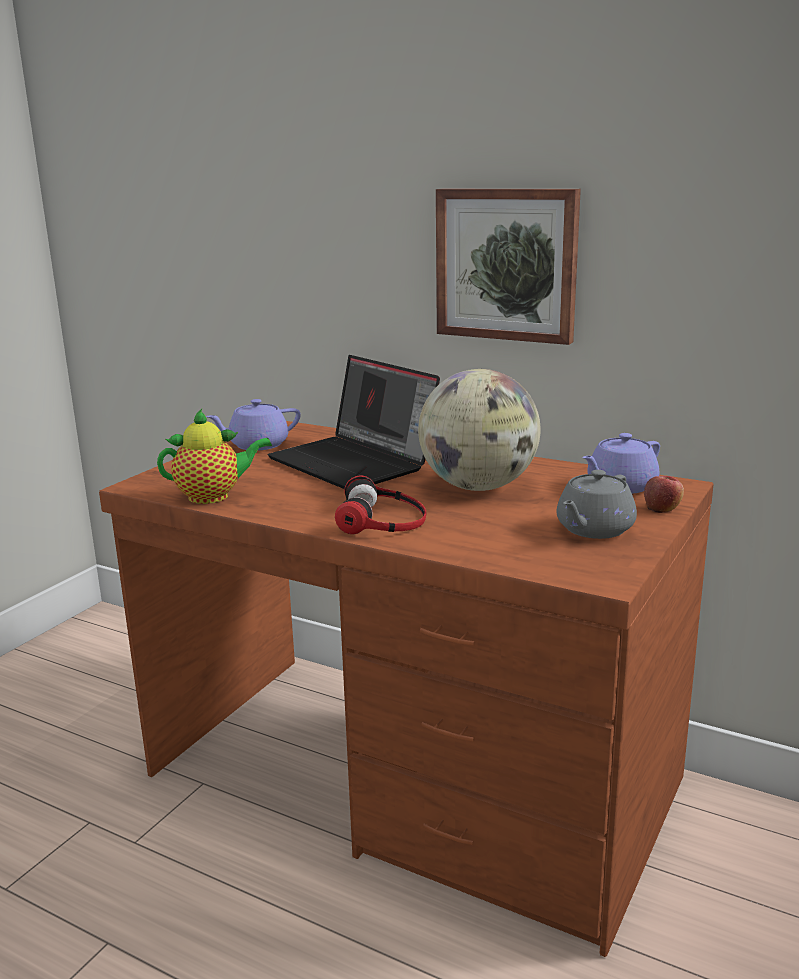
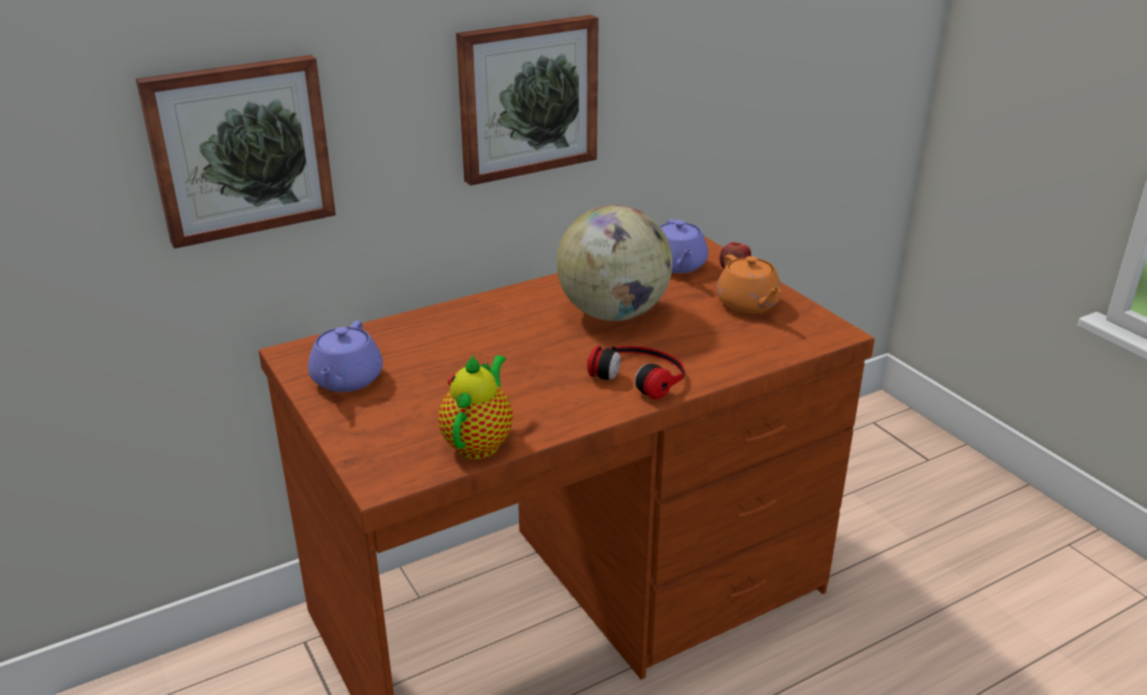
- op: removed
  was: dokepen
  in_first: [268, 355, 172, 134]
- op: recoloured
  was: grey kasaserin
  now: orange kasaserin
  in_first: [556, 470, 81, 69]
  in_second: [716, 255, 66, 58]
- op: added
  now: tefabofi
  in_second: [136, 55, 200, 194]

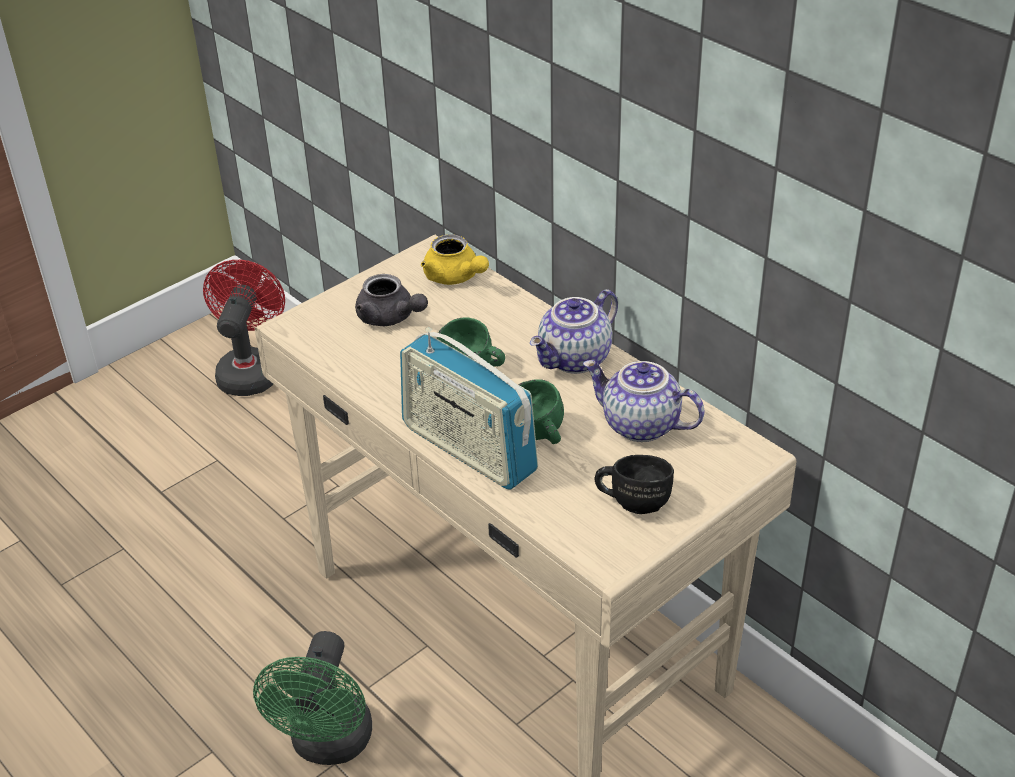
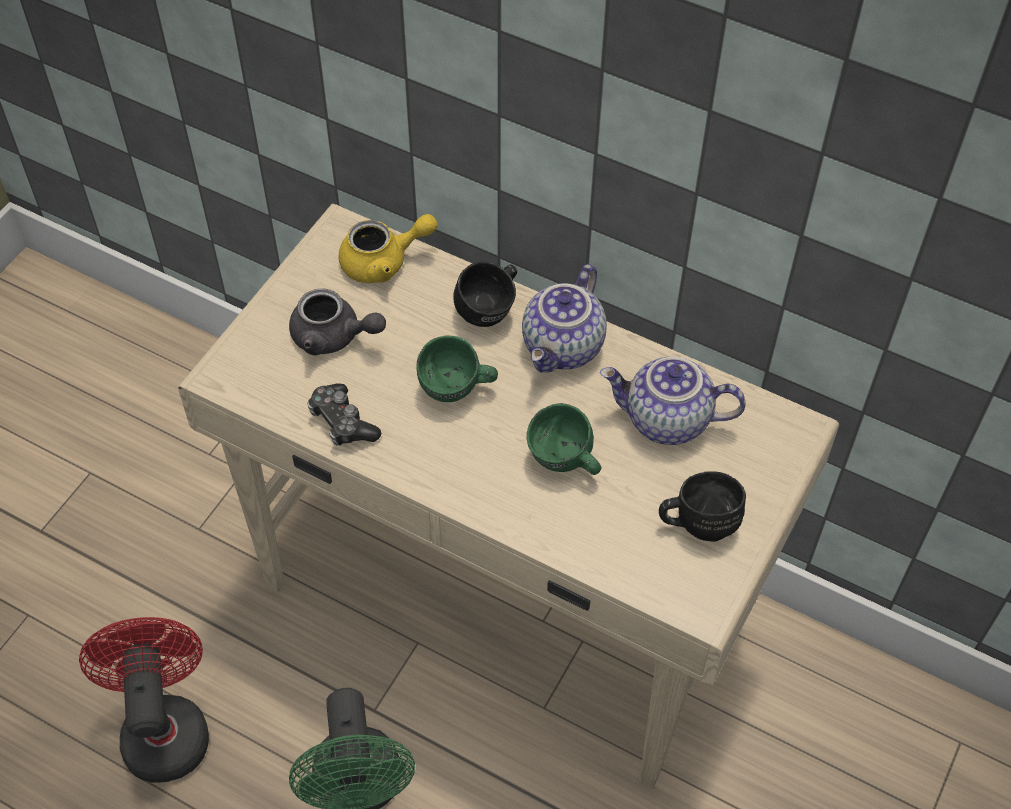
- op: moved
  was: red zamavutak
  in_first: [203, 260, 82, 136]
  in_second: [79, 617, 130, 166]
- op: removed
  was: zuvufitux
  in_first: [400, 327, 138, 162]
- op: turned
  was: yellow kasaserin
  in_first: [421, 234, 68, 51]
  in_second: [338, 214, 100, 69]
  clockwise: -45
- op: added
  now: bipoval
  in_second: [307, 383, 75, 63]
- op: added
  now: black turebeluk
  in_second: [453, 261, 64, 66]

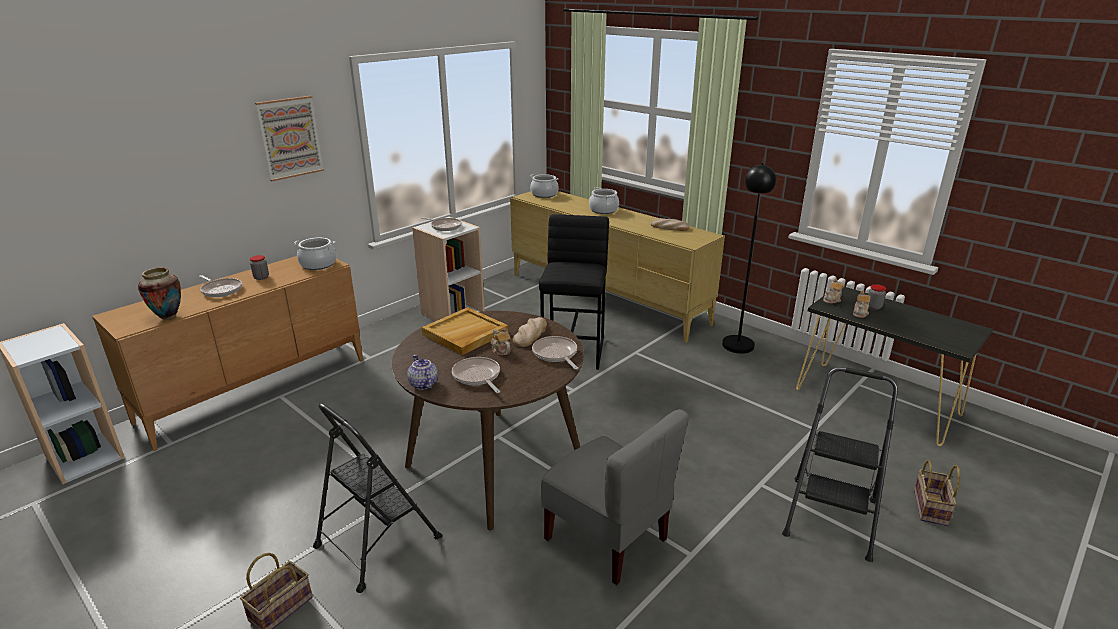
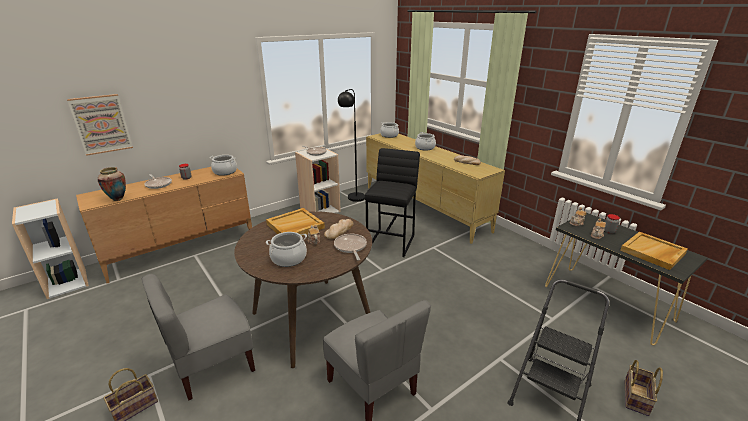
- op: moved
  was: tefabofi
  in_first: [255, 96, 69, 85]
  in_second: [67, 94, 66, 62]
- op: replaced
  was: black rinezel
  now: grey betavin
  in_first: [313, 403, 130, 190]
  in_second: [142, 274, 113, 126]
- op: removed
  was: kasaserin
  in_first: [407, 355, 31, 35]
- op: replaced
  was: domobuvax
  now: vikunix
  in_first: [452, 357, 48, 36]
  in_second: [266, 232, 41, 35]
- op: moved
  was: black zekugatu
  in_first: [722, 159, 54, 195]
  in_second: [338, 89, 27, 113]
- op: added
  now: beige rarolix
  in_second: [620, 232, 68, 38]

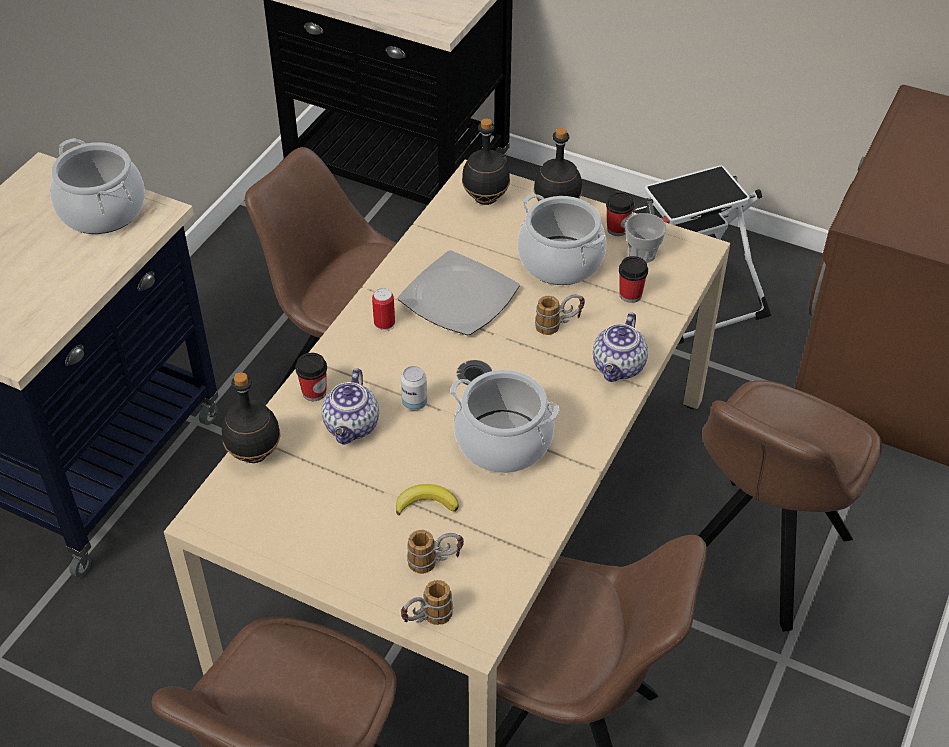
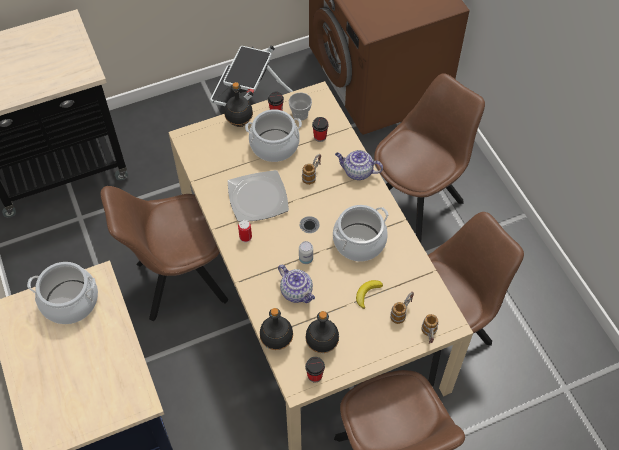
- op: moved
  was: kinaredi
  in_first: [295, 353, 32, 48]
  in_second: [305, 357, 20, 26]
- op: moved
  was: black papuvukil
  in_first: [462, 118, 48, 87]
  in_second: [305, 311, 34, 42]
- op: turned
  was: kasaserin
  in_first: [593, 312, 55, 70]
  in_second: [335, 150, 48, 30]
  clockwise: 135
- op: turned
  was: brown betavin
  in_first: [698, 380, 184, 252]
  in_second: [374, 73, 111, 170]
  clockwise: -120

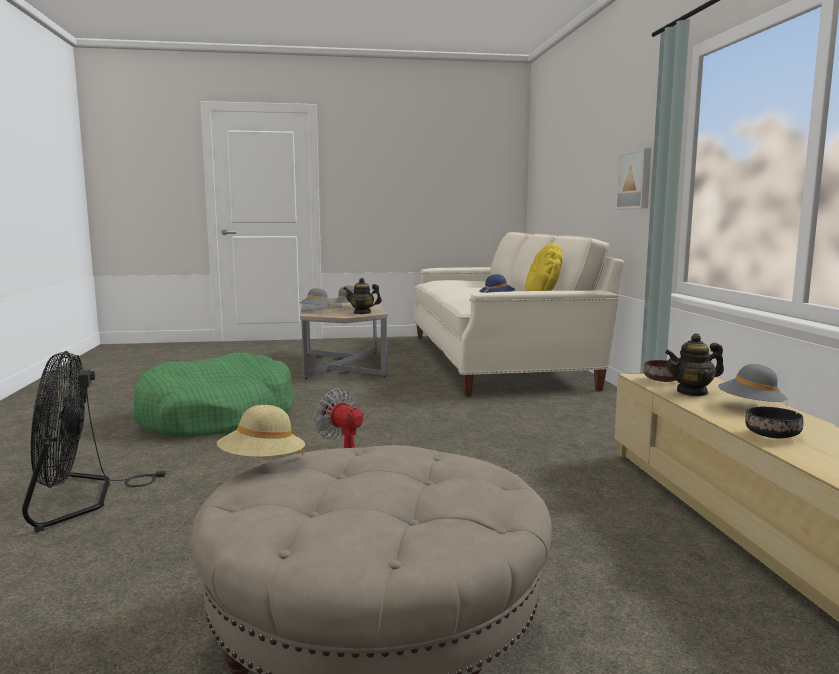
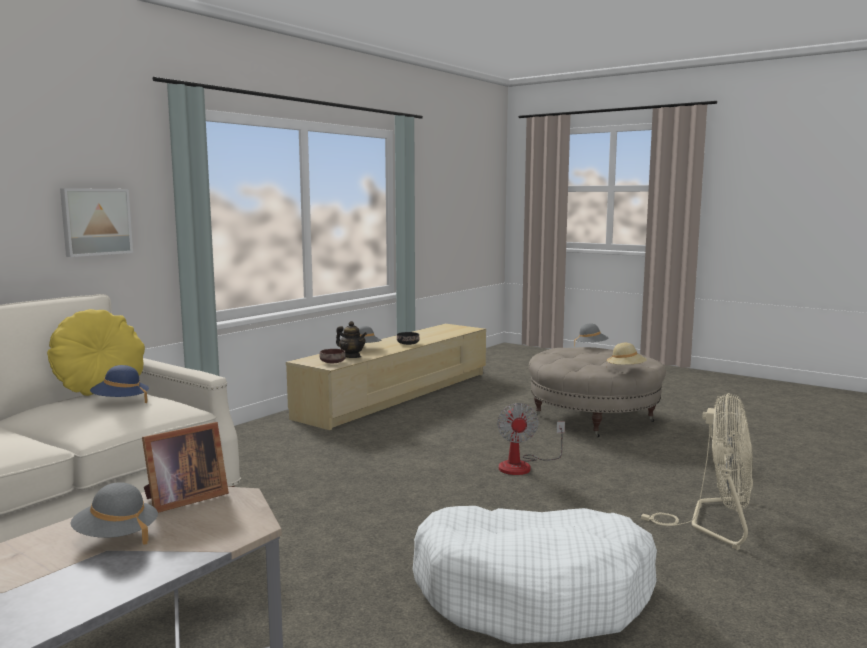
- op: recoloured
  was: black zamavutak
  now: beige zamavutak
  in_first: [22, 351, 145, 182]
  in_second: [639, 393, 114, 157]
- op: recoloured
  was: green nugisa
  now: white nugisa
  in_first: [133, 352, 161, 86]
  in_second: [413, 506, 244, 138]
- op: moved
  was: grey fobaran
  in_first: [299, 288, 34, 22]
  in_second: [574, 323, 34, 24]
- op: replaced
  was: kasaserin
  now: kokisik
  in_first: [344, 278, 38, 36]
  in_second: [142, 422, 87, 91]

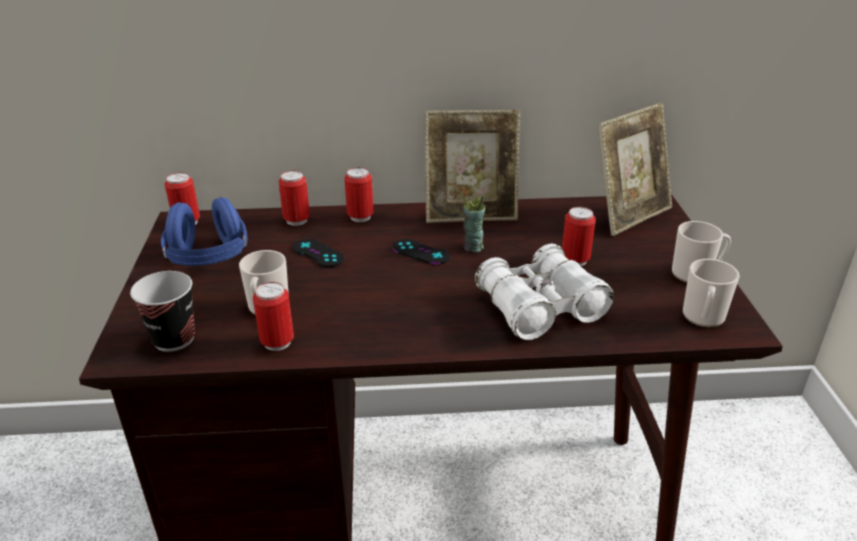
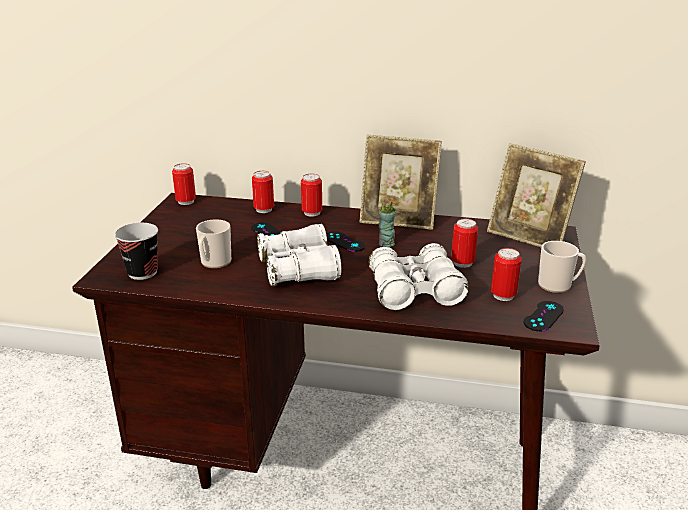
- op: removed
  was: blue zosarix
  in_first: [161, 197, 87, 69]
- op: moved
  was: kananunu
  in_first: [253, 282, 41, 69]
  in_second: [491, 248, 31, 53]
- op: turned
  was: kokisik
  in_first: [598, 103, 74, 133]
  in_second: [487, 143, 99, 104]
  clockwise: 60
- op: replaced
  was: turebeluk
  now: black bipoval
  in_first: [683, 259, 57, 68]
  in_second: [524, 301, 40, 31]
- op: added
  now: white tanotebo
  in_second: [257, 224, 85, 62]

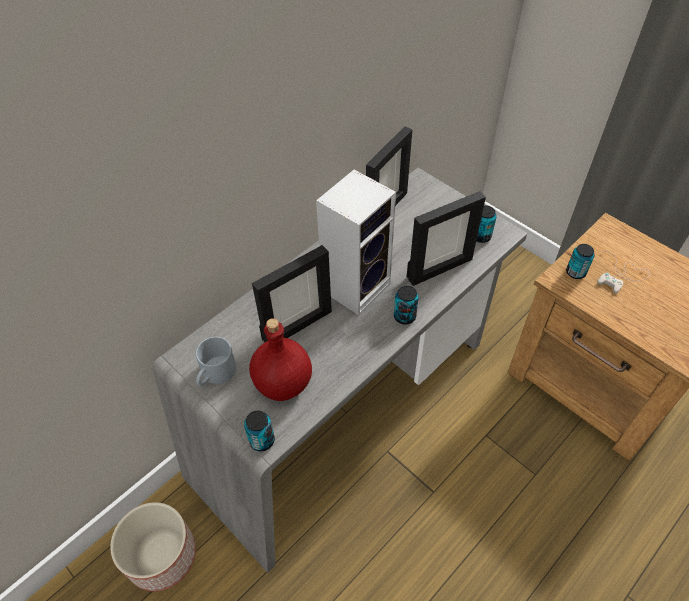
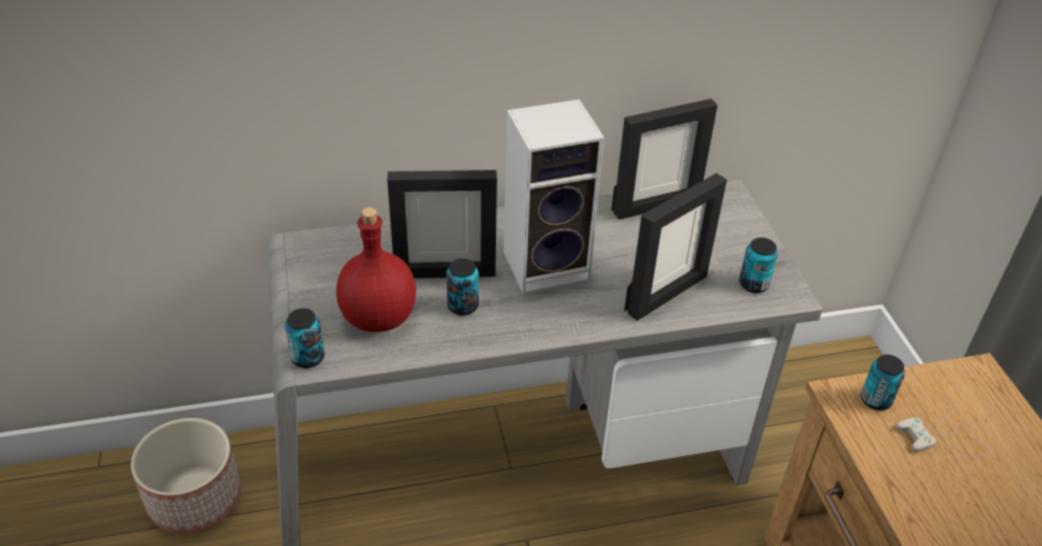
- op: removed
  was: grey turebeluk
  in_first: [196, 337, 40, 49]
- op: moved
  was: kananunu
  in_first: [394, 286, 25, 39]
  in_second: [446, 258, 33, 58]
- op: turned
  was: kokisik
  in_first: [406, 191, 80, 95]
  in_second: [624, 173, 103, 148]
  clockwise: -45

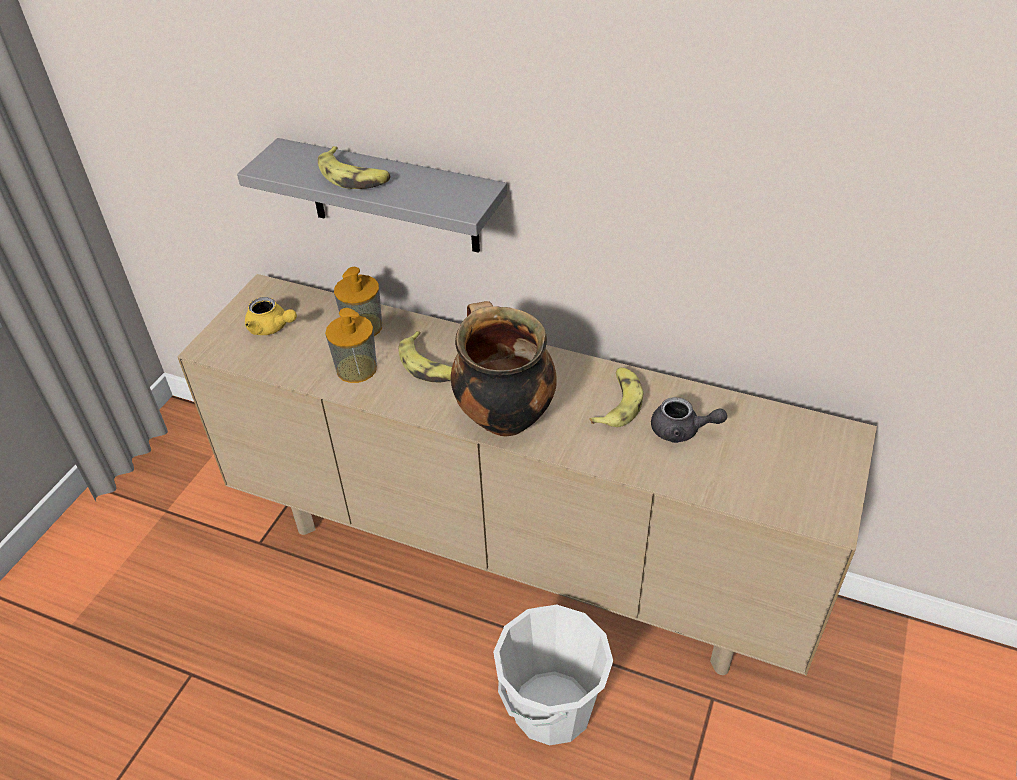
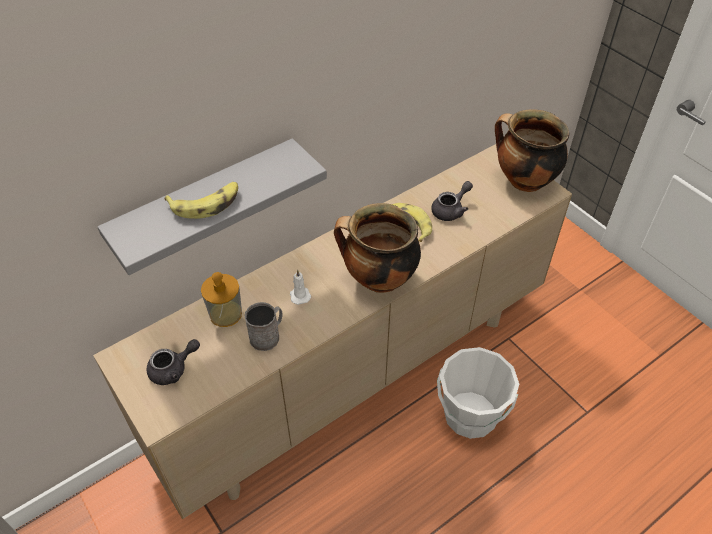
- op: recoloured
  was: yellow kasaserin
  now: grey kasaserin
  in_first: [245, 297, 52, 38]
  in_second: [146, 339, 54, 46]
- op: replaced
  was: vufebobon
  now: grey turebeluk
  in_first: [325, 308, 52, 75]
  in_second: [245, 302, 38, 49]
- op: replaced
  was: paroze
  now: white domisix
  in_first: [398, 331, 54, 51]
  in_second: [290, 270, 21, 35]
- op: added
  now: vikunix
  in_second: [495, 109, 74, 83]

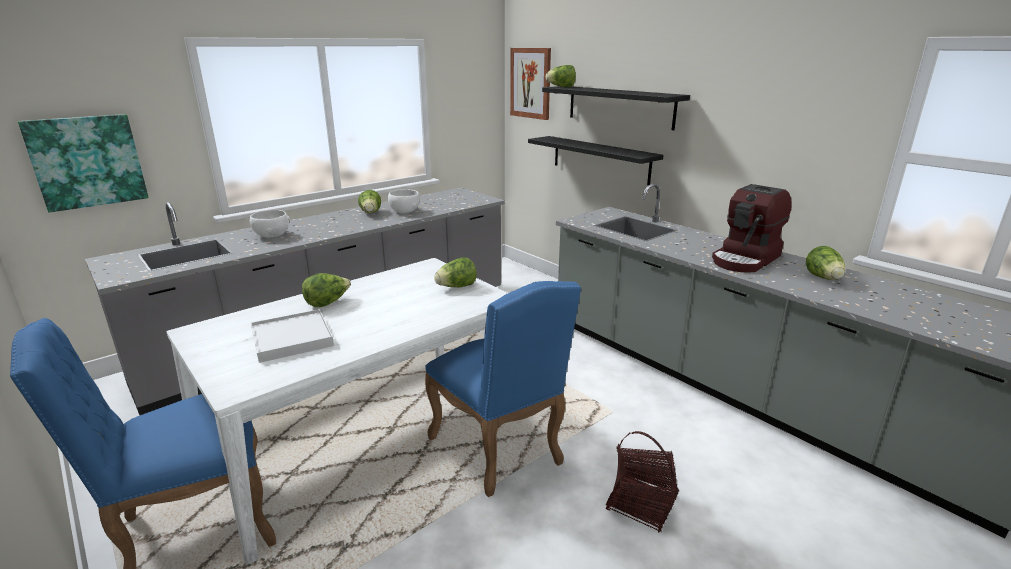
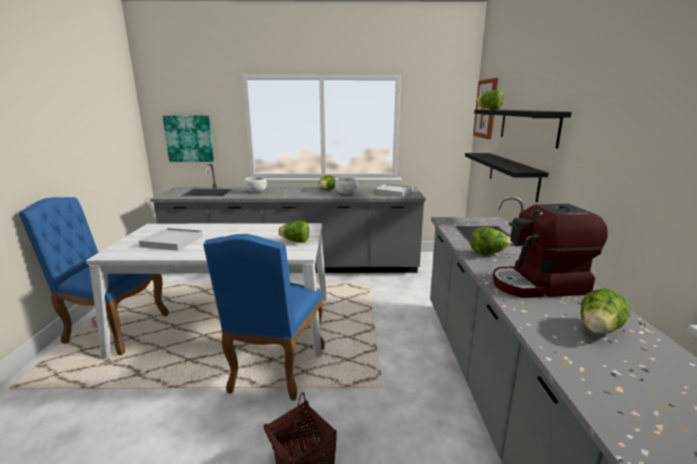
- op: moved
  was: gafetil
  in_first: [302, 273, 49, 34]
  in_second: [470, 227, 43, 28]
- op: added
  now: white rarolix
  in_second: [374, 184, 40, 13]

